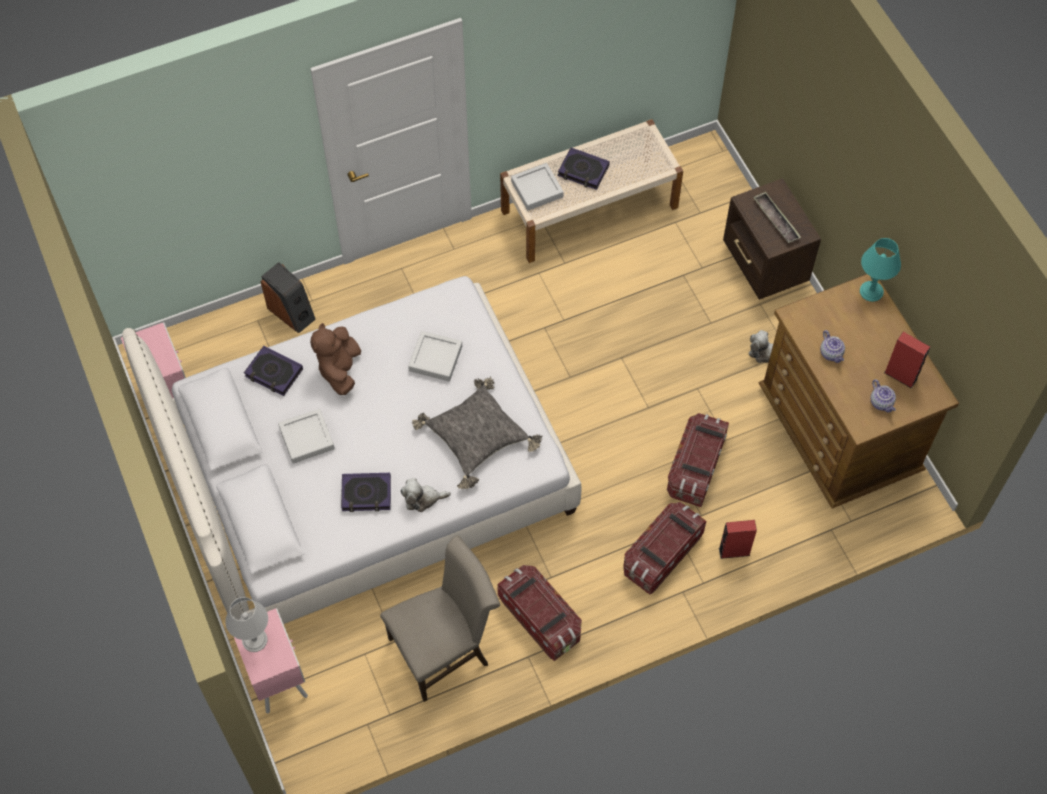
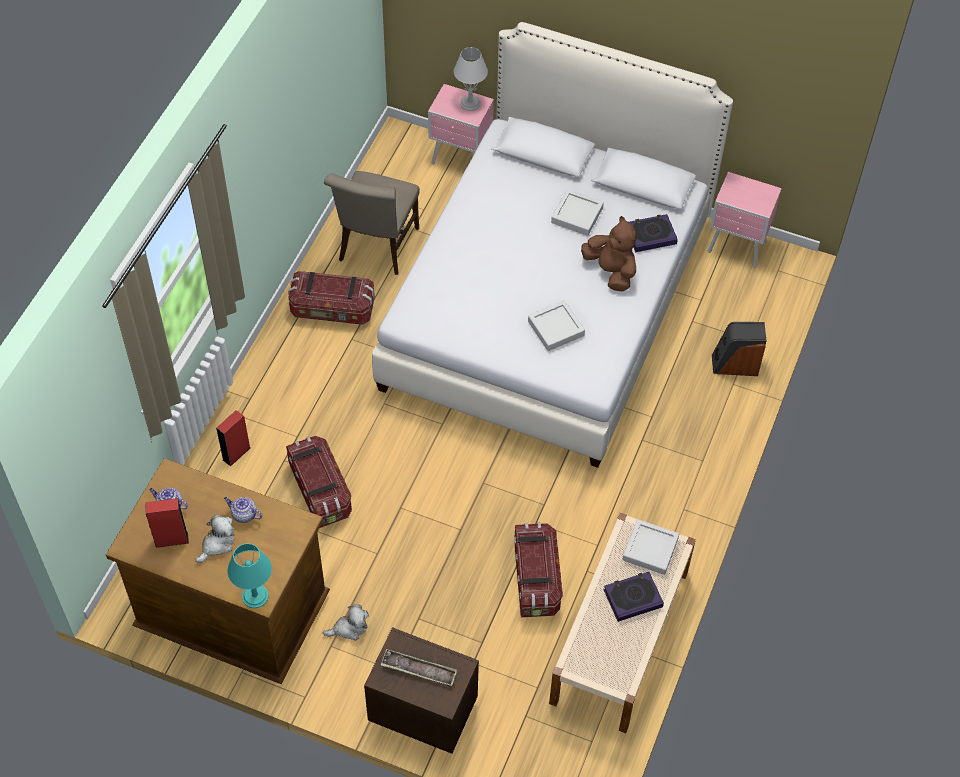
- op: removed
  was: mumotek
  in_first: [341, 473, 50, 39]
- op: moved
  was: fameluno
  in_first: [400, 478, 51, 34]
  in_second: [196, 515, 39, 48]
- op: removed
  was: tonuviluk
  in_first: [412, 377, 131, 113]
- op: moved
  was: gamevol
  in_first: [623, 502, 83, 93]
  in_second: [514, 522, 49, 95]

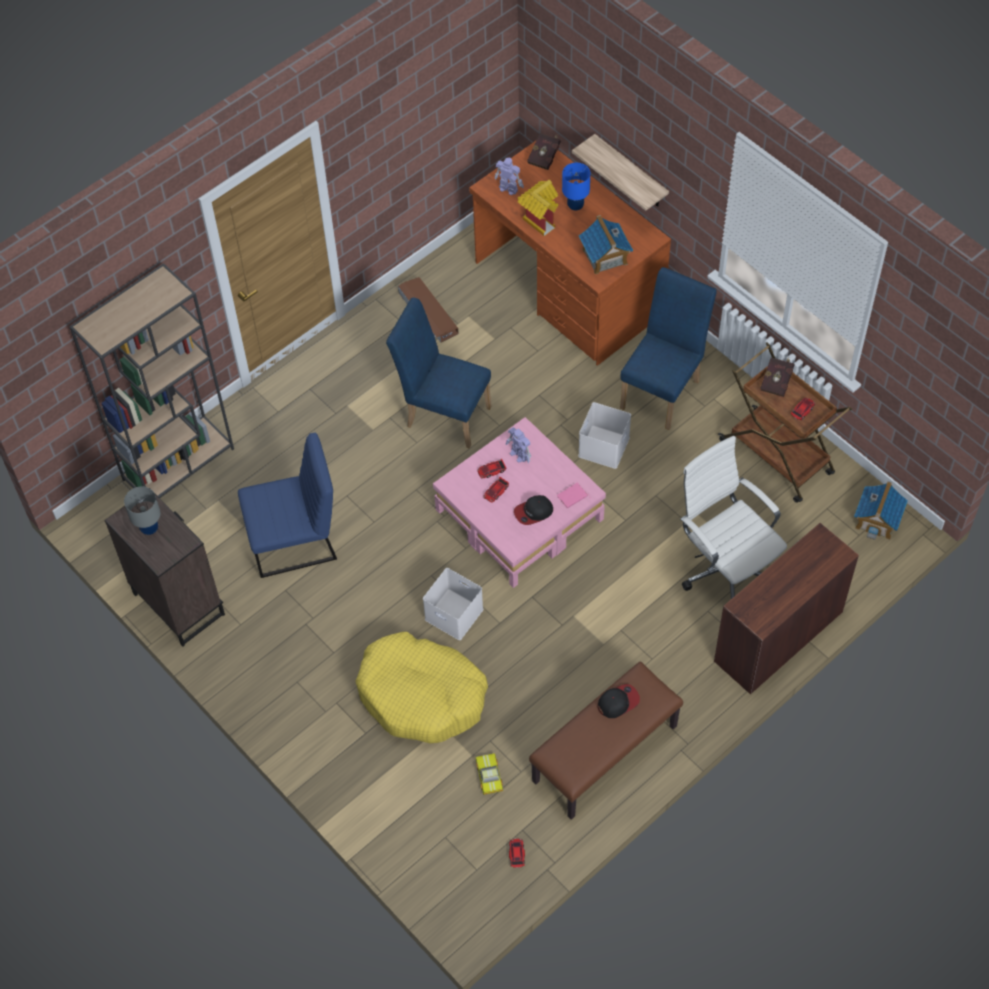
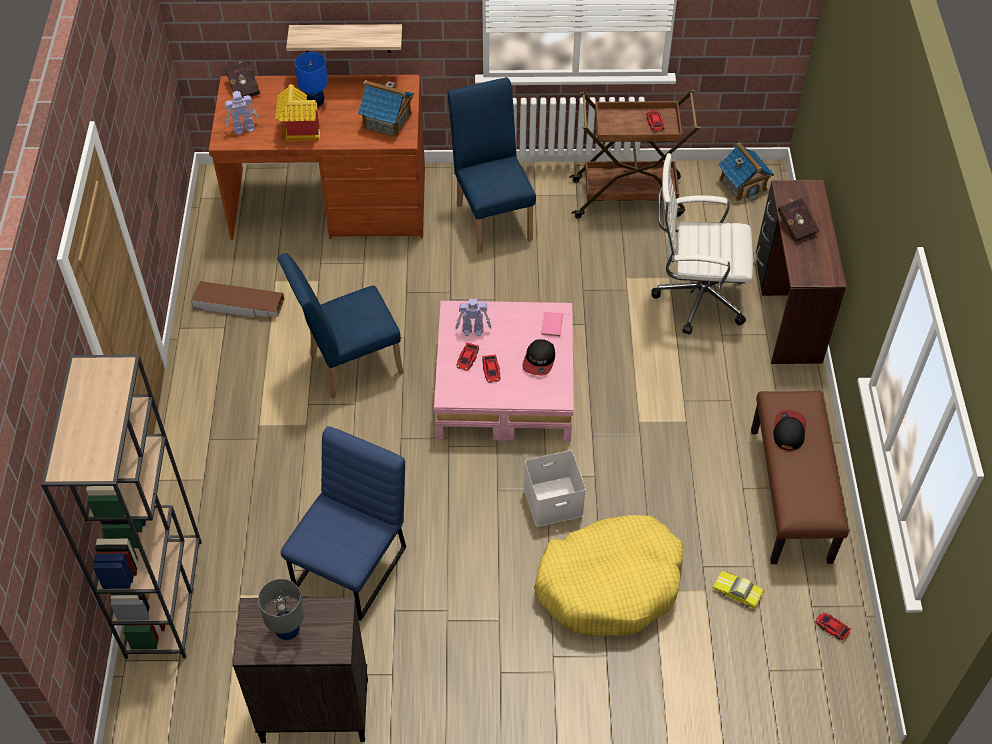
- op: removed
  was: white gamevol
  in_first: [578, 402, 53, 67]
- op: moved
  was: red mumotek
  in_first: [760, 357, 35, 40]
  in_second: [777, 197, 42, 45]

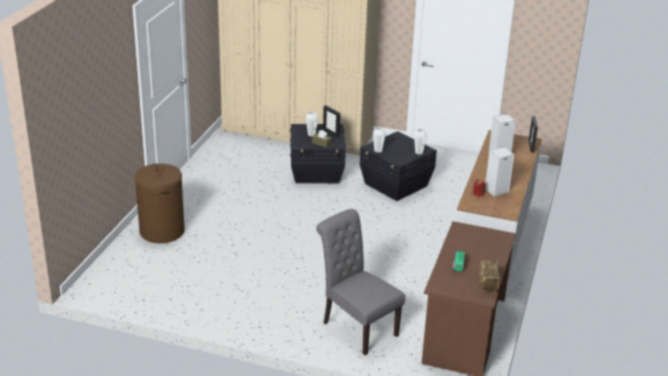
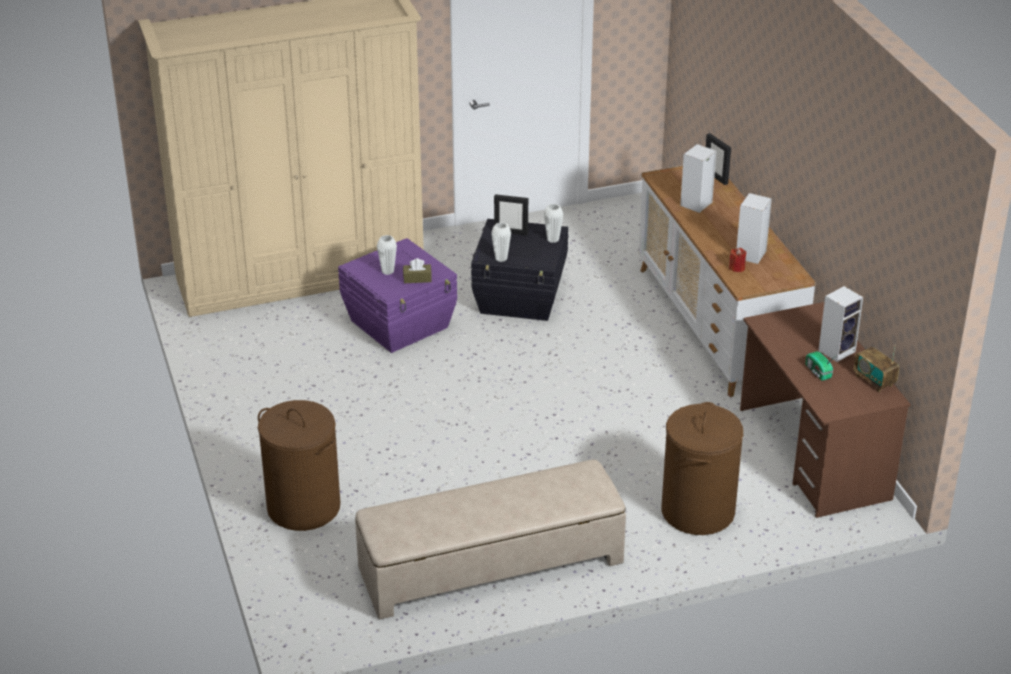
- op: recoloured
  was: black gamevol
  now: purple gamevol
  in_first: [290, 124, 56, 59]
  in_second: [338, 238, 119, 115]
- op: replaced
  was: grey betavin
  now: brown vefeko
  in_first: [316, 209, 89, 146]
  in_second: [662, 402, 81, 133]
- op: moved
  was: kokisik
  in_first: [323, 105, 17, 32]
  in_second: [494, 194, 34, 41]
- op: added
  now: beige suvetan
  in_second: [355, 459, 271, 160]
- op: added
  now: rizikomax
  in_second: [818, 286, 45, 76]

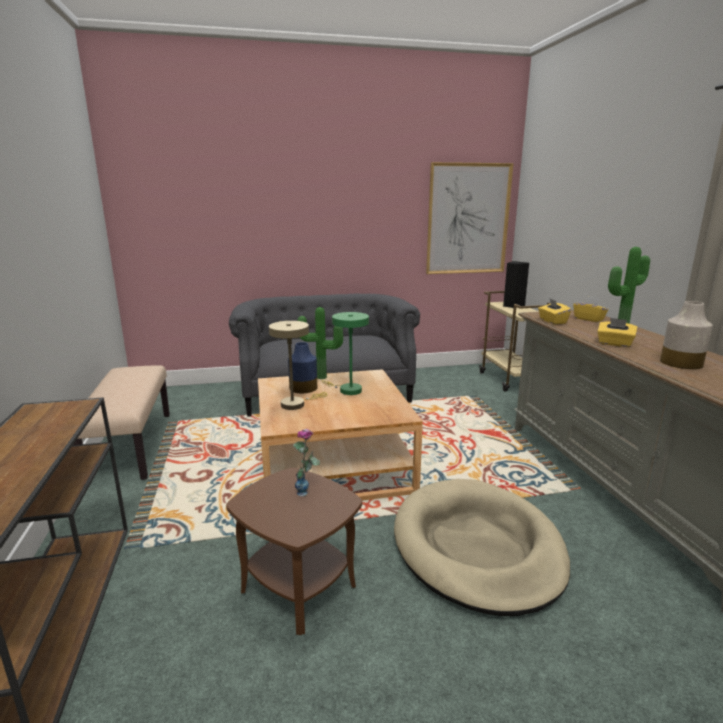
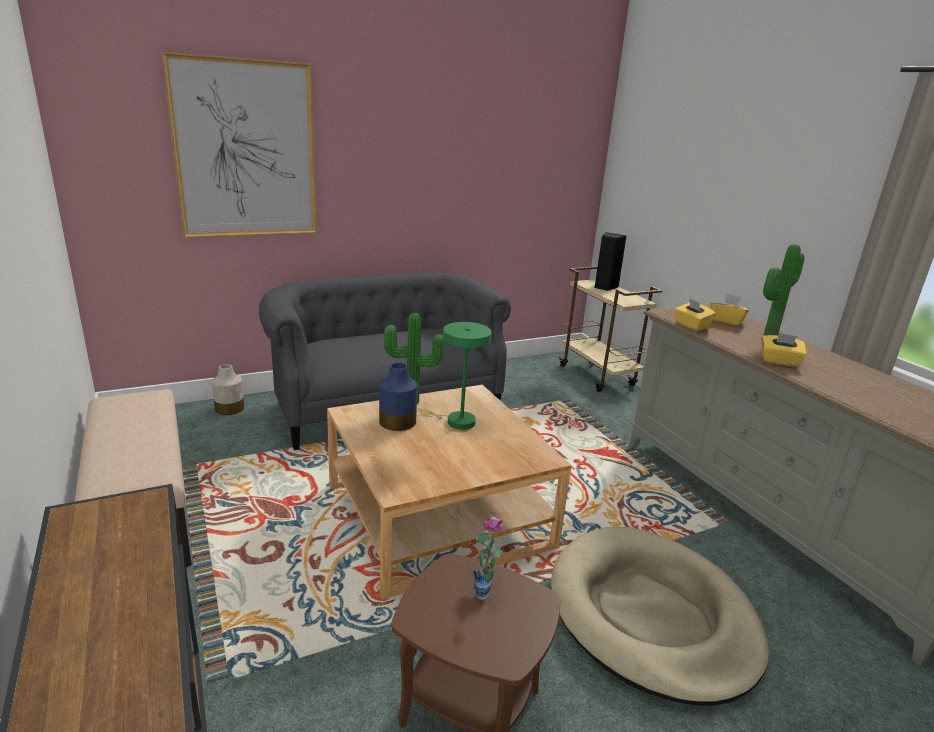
- op: removed
  was: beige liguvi
  in_first: [269, 321, 59, 89]
- op: moved
  was: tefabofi
  in_first: [426, 162, 87, 112]
  in_second: [161, 52, 156, 186]
- op: moved
  was: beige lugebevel
  in_first: [660, 301, 53, 68]
  in_second: [212, 364, 33, 51]

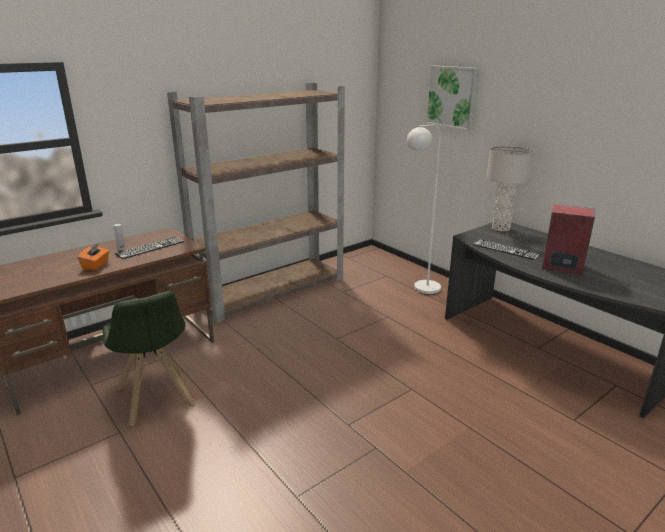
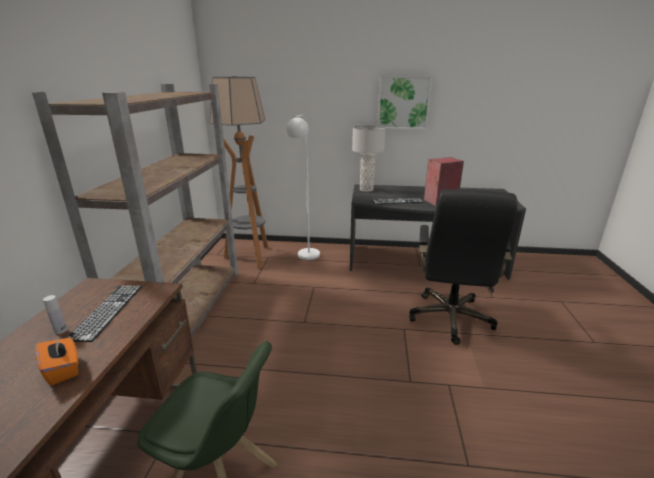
- op: moved
  was: tefabofi
  in_first: [425, 65, 53, 66]
  in_second: [377, 76, 56, 54]
- op: added
  now: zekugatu
  in_second: [209, 76, 60, 193]
- op: added
  now: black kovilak
  in_second: [409, 189, 109, 156]

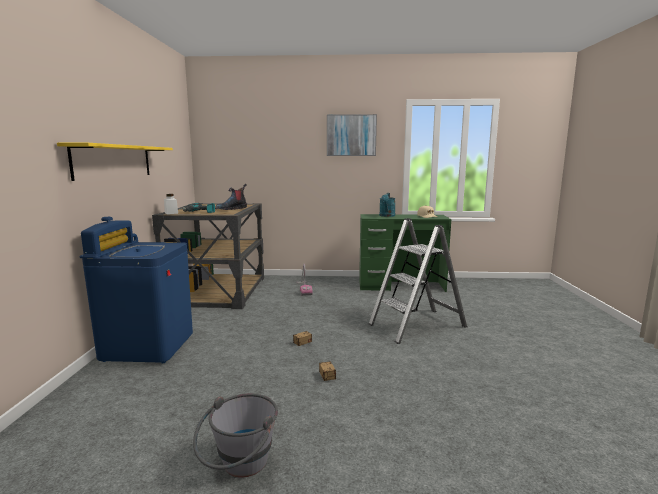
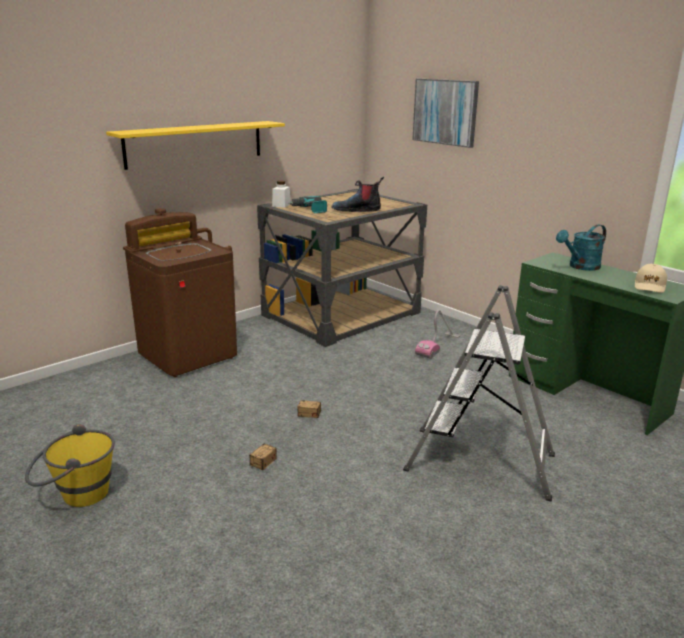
- op: recoloured
  was: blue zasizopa
  now: brown zasizopa
  in_first: [80, 217, 113, 146]
  in_second: [123, 208, 114, 169]
- op: recoloured
  was: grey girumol
  now: yellow girumol
  in_first: [193, 393, 85, 85]
  in_second: [25, 424, 90, 83]
- op: moved
  was: tefabofi
  in_first: [327, 114, 50, 42]
  in_second: [412, 79, 67, 69]

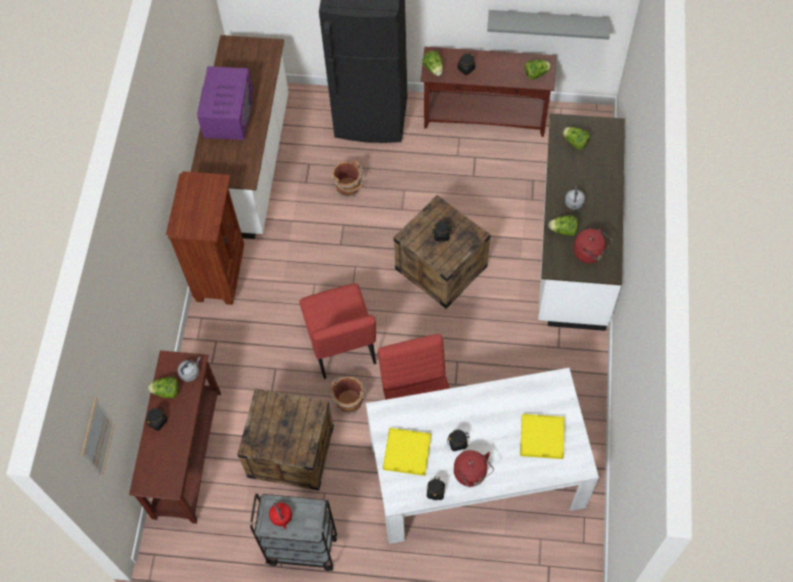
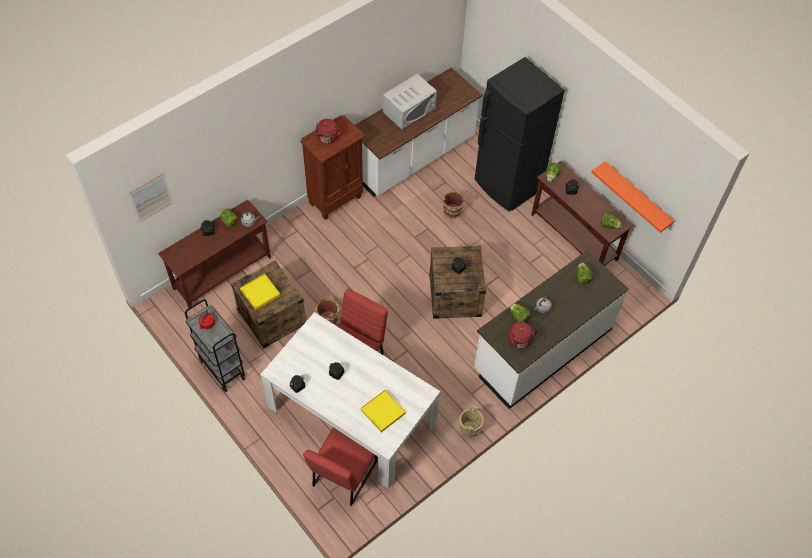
- op: recoloured
  was: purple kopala
  now: white kopala
  in_first: [197, 66, 56, 74]
  in_second: [383, 74, 54, 55]
- op: moved
  was: red betavin
  in_first: [299, 283, 77, 96]
  in_second: [303, 427, 74, 79]
- op: moved
  was: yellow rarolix
  in_first: [383, 428, 48, 48]
  in_second: [240, 273, 41, 37]
- op: moved
  was: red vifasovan
  in_first: [454, 450, 40, 37]
  in_second: [314, 119, 29, 25]
- op: recoloured
  was: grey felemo
  now: orange felemo
  in_first: [487, 10, 123, 29]
  in_second: [591, 161, 83, 72]
- op: added
  now: beige girumol
  in_second: [459, 406, 25, 32]

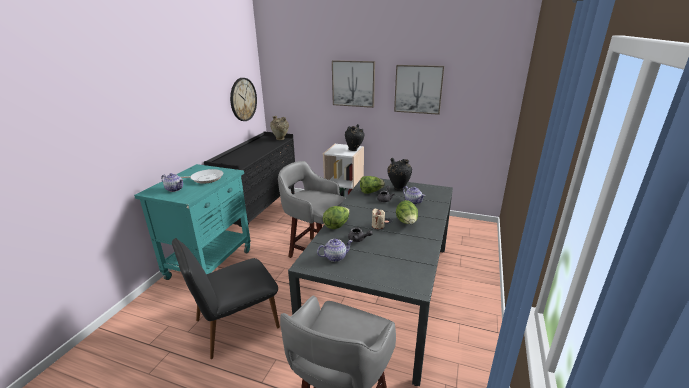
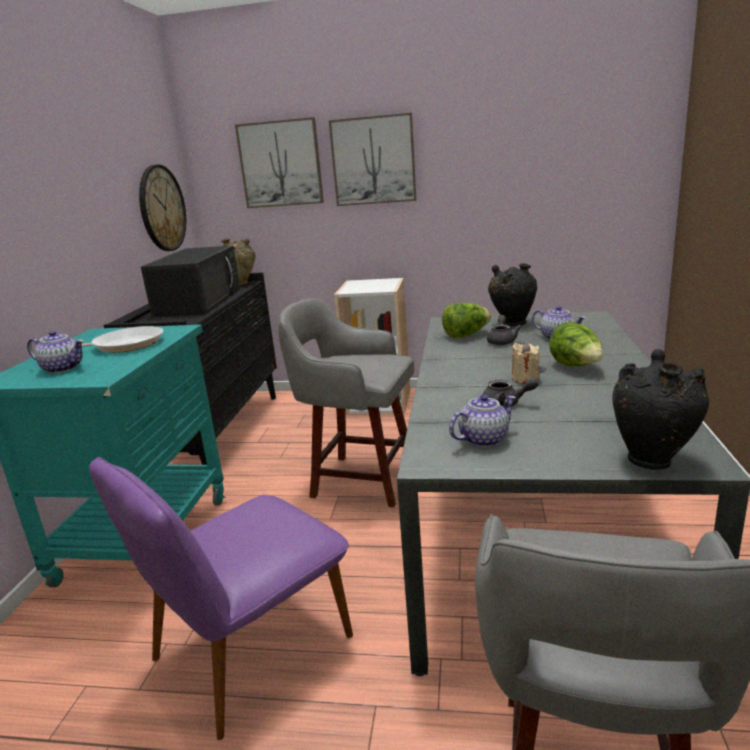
- op: recoloured
  was: black betavin
  now: purple betavin
  in_first: [172, 238, 108, 121]
  in_second: [89, 457, 264, 283]
- op: removed
  was: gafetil
  in_first: [323, 206, 27, 23]
- op: moved
  was: black lugebevel
  in_first: [345, 124, 20, 27]
  in_second: [612, 349, 97, 121]
- op: moved
  was: tefabofi
  in_first: [394, 65, 50, 50]
  in_second: [235, 117, 89, 91]
- op: added
  now: black kopala
  in_second: [141, 245, 99, 72]

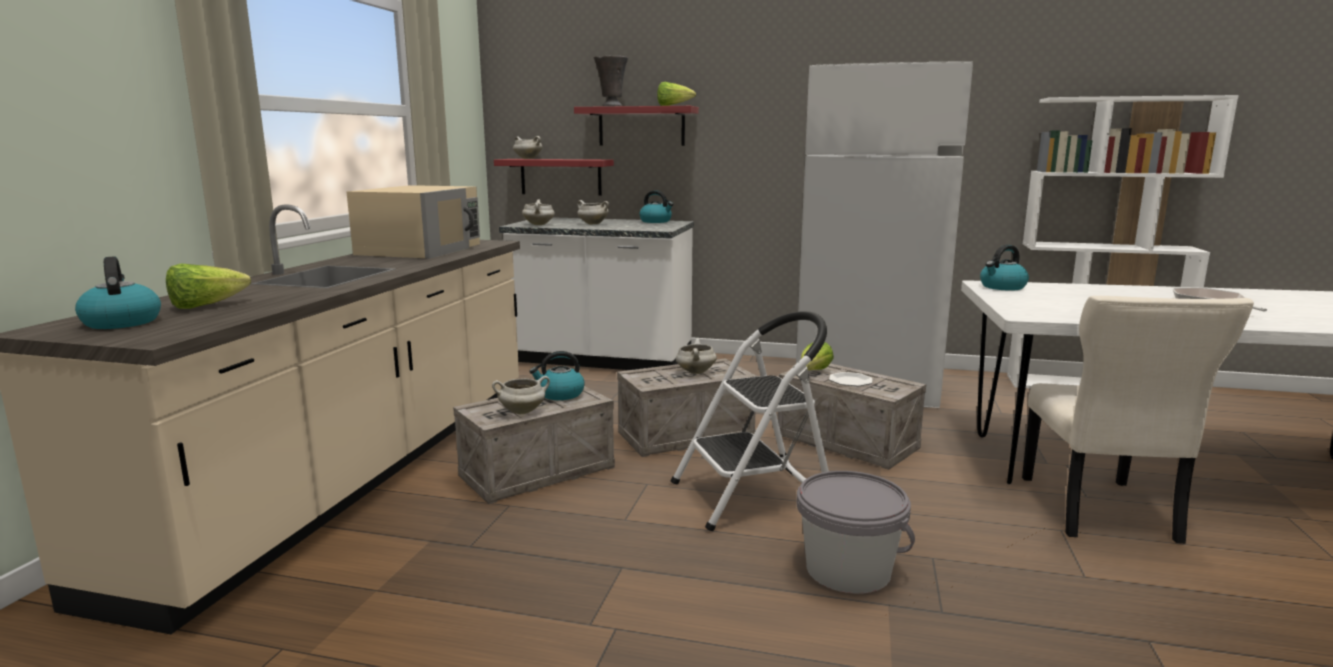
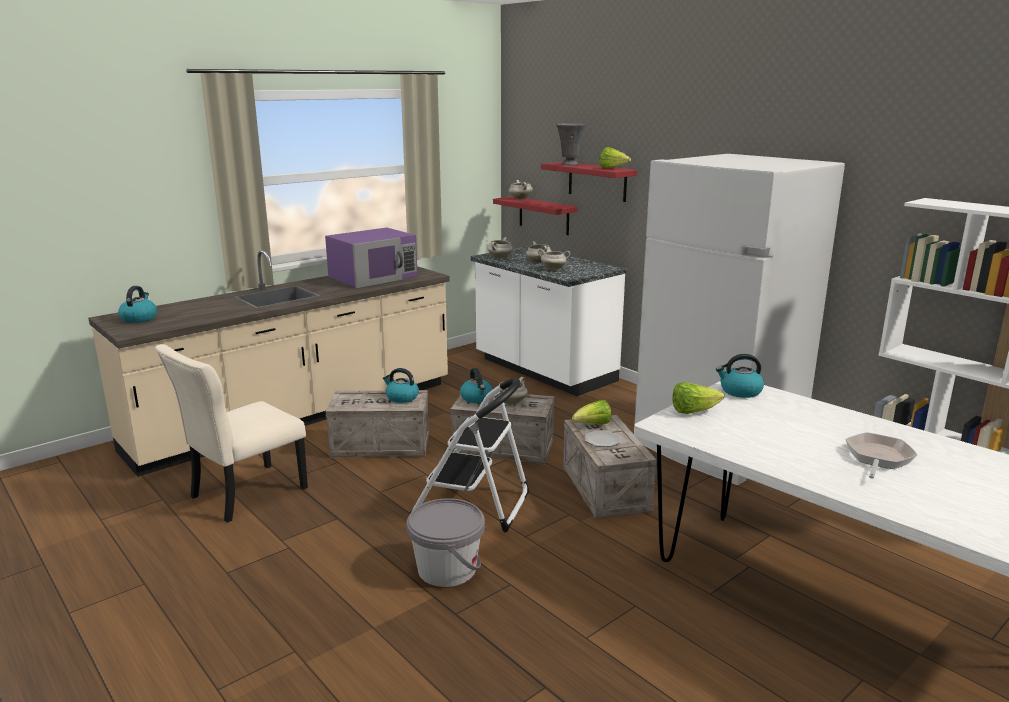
- op: moved
  was: gafetil
  in_first: [166, 264, 85, 45]
  in_second: [672, 382, 52, 32]
- op: recoloured
  was: beige kopala
  now: purple kopala
  in_first: [347, 185, 133, 74]
  in_second: [325, 227, 93, 61]
- op: moved
  was: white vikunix
  in_first: [492, 376, 58, 38]
  in_second: [538, 249, 32, 21]
- op: moved
  was: vifasovan
  in_first: [640, 191, 34, 32]
  in_second: [460, 368, 33, 35]
- op: moved
  was: beige betavin
  in_first: [1022, 296, 232, 248]
  in_second: [155, 344, 153, 179]

